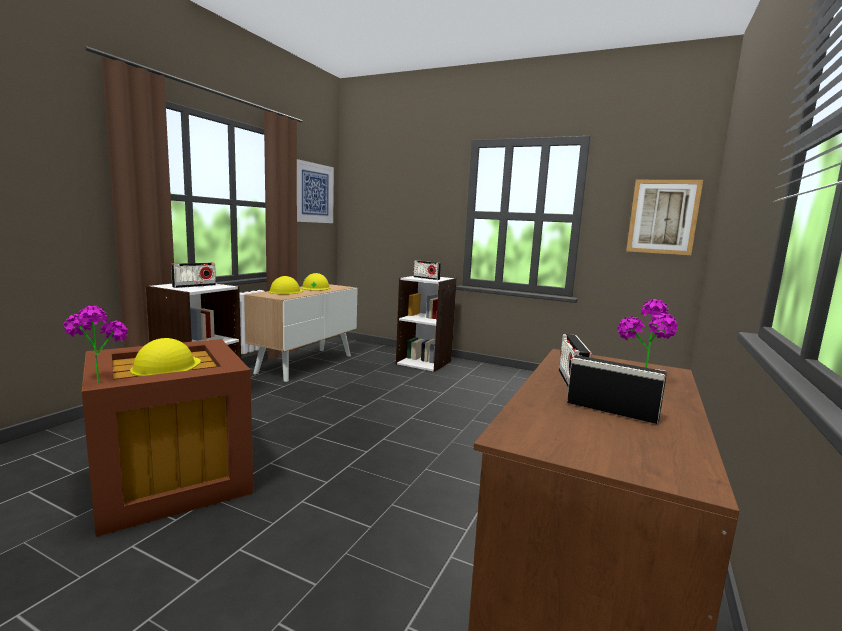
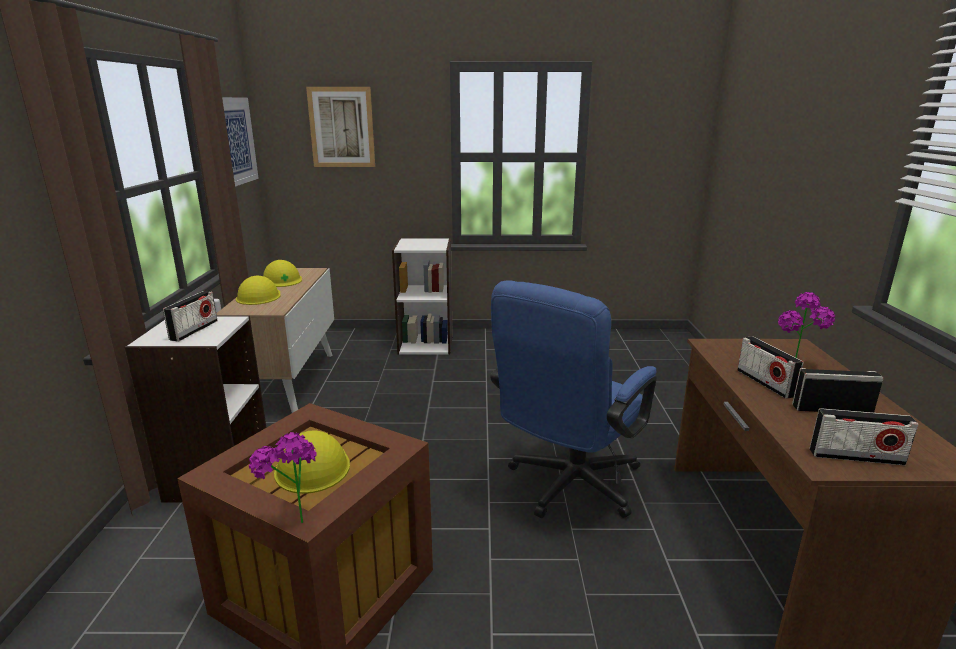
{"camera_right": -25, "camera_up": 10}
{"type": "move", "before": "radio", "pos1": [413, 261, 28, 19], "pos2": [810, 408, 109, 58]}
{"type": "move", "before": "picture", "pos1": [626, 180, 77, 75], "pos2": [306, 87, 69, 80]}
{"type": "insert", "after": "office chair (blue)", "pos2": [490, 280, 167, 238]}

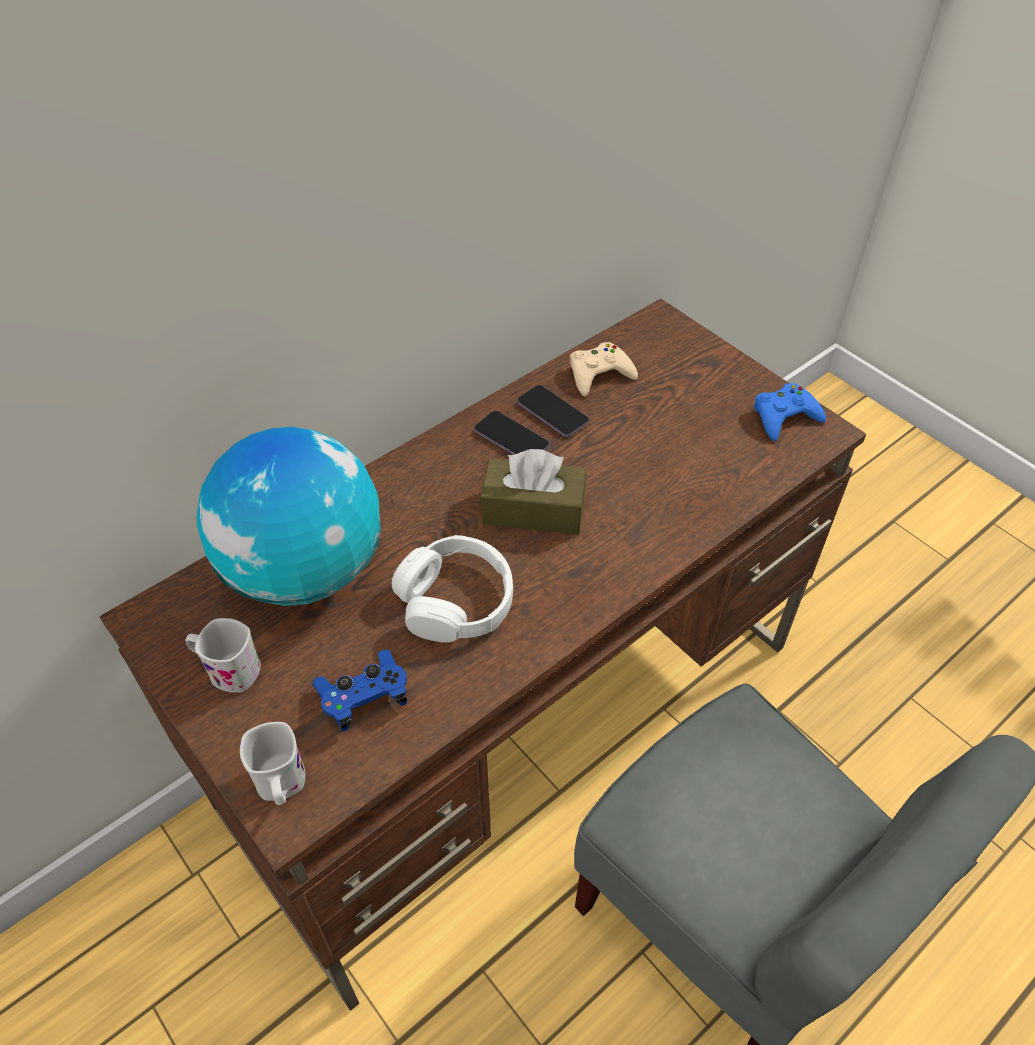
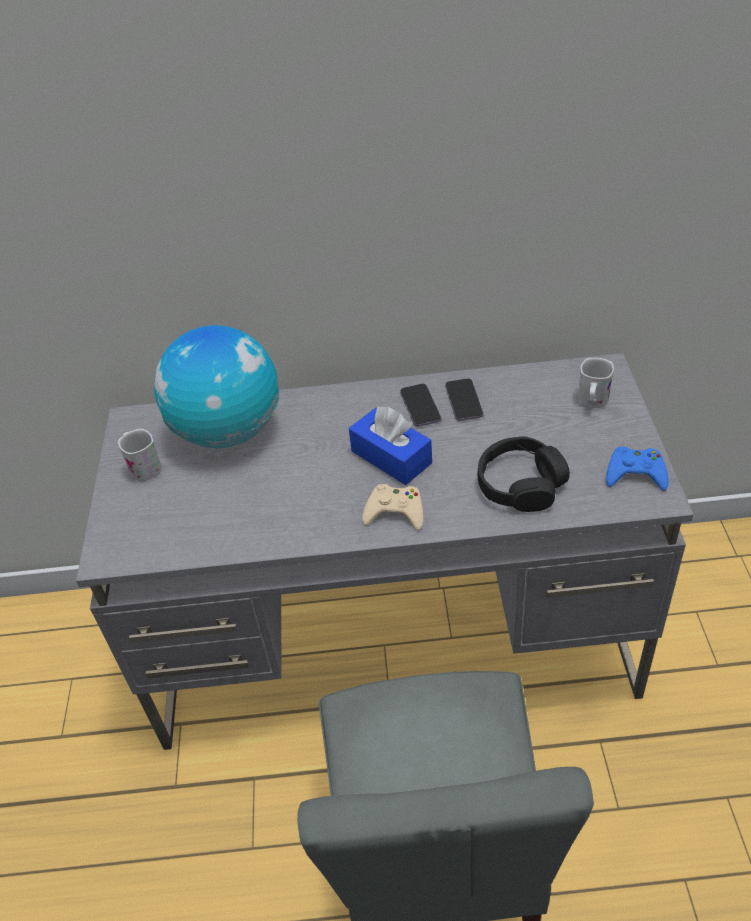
{"camera_right": 40, "camera_up": -5}
{"type": "recolor", "before": "desk (brown)", "after": "desk (grey)", "pos1": [100, 299, 766, 712], "pos2": [76, 353, 618, 397]}
{"type": "move", "before": "mug (white)", "pos1": [240, 722, 65, 83], "pos2": [578, 358, 36, 50]}
{"type": "delete", "before": "game controller (blue)", "pos1": [312, 649, 96, 82]}
{"type": "delete", "before": "headphones (white)", "pos1": [392, 535, 121, 108]}
{"type": "recolor", "before": "tissue box (brown)", "after": "tissue box (blue)", "pos1": [481, 449, 105, 86], "pos2": [349, 406, 83, 79]}
{"type": "move", "before": "game controller (beige)", "pos1": [570, 342, 68, 54], "pos2": [362, 484, 61, 47]}
{"type": "insert", "after": "headphones (black)", "pos2": [477, 436, 93, 76]}

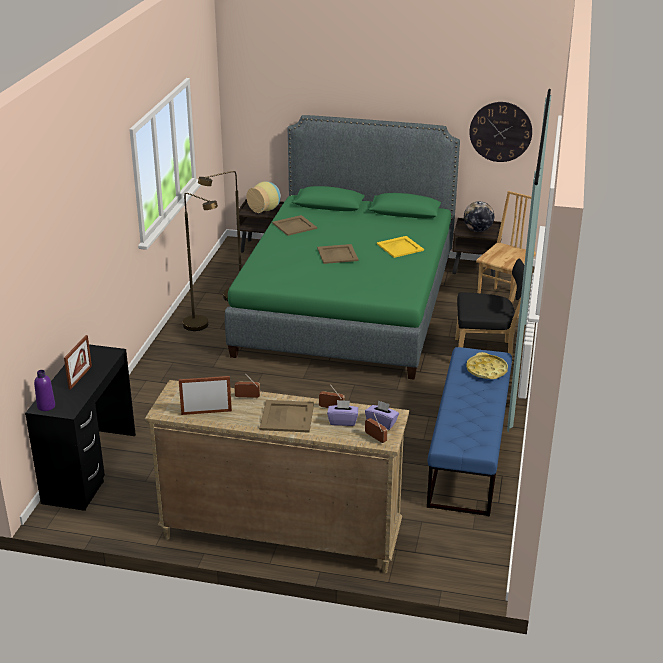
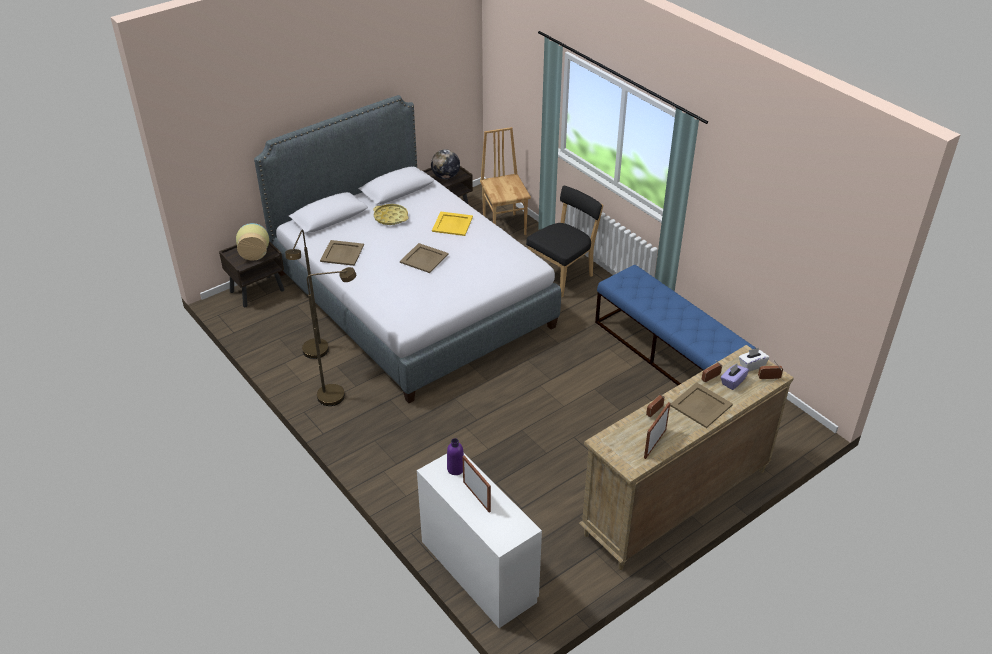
{"camera_right": -50, "camera_up": 10}
{"type": "recolor", "before": "desk (black)", "after": "desk (white)", "pos1": [25, 344, 111, 167], "pos2": [417, 454, 125, 174]}
{"type": "move", "before": "bottle (purple)", "pos1": [34, 370, 21, 41], "pos2": [447, 438, 17, 37]}
{"type": "recolor", "before": "bed (green)", "after": "bed (grey)", "pos1": [225, 115, 235, 265], "pos2": [254, 95, 307, 308]}
{"type": "recolor", "before": "tissue box (purple)", "after": "tissue box (white)", "pos1": [365, 400, 34, 30], "pos2": [739, 348, 30, 24]}
{"type": "move", "before": "tray (yellow)", "pos1": [466, 352, 42, 27], "pos2": [373, 204, 36, 21]}
{"type": "delete", "before": "wall clock", "pos1": [469, 102, 63, 60]}

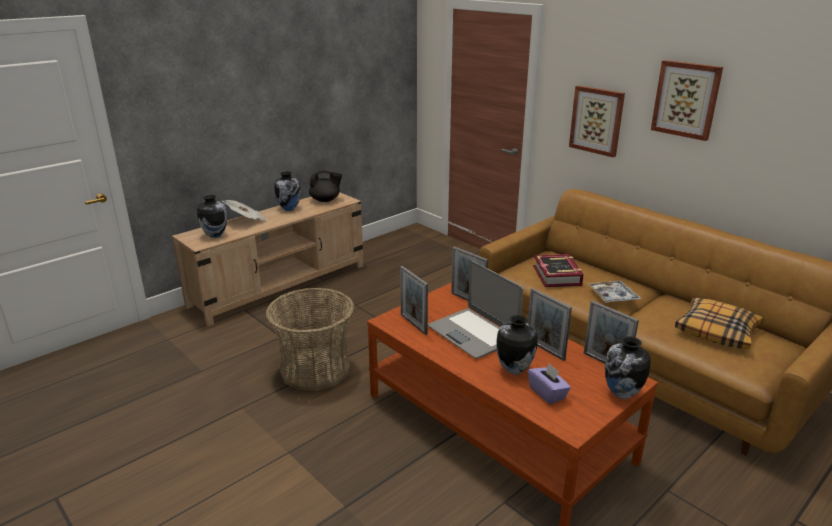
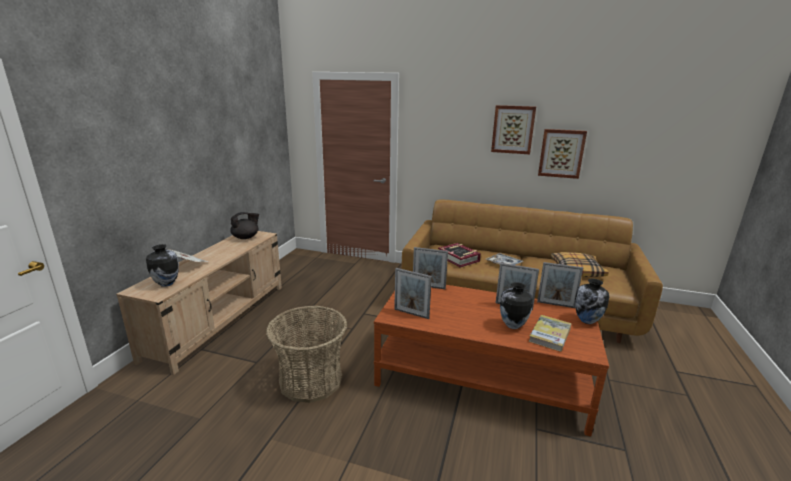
{"camera_right": -30, "camera_up": -5}
{"type": "delete", "before": "vase", "pos1": [274, 171, 27, 40]}
{"type": "delete", "before": "laptop", "pos1": [428, 261, 95, 98]}
{"type": "replace", "before": "tissue box (purple)", "after": "book", "pos1": [528, 363, 43, 41], "pos2": [529, 315, 42, 37]}
{"type": "move", "before": "picture", "pos1": [569, 85, 56, 72], "pos2": [538, 129, 49, 50]}

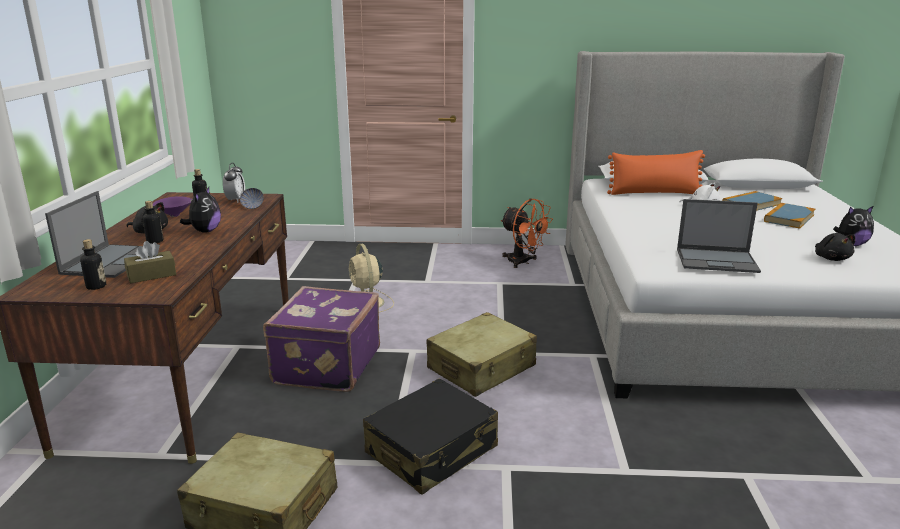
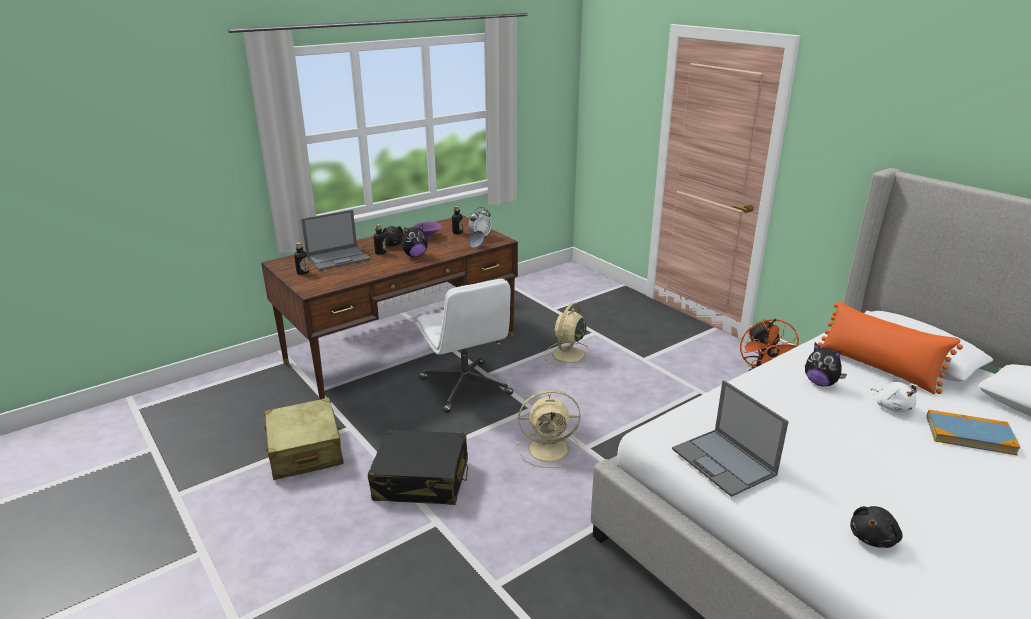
{"camera_right": 50, "camera_up": 5}
{"type": "delete", "before": "tissue box (brown)", "pos1": [124, 241, 52, 42]}
{"type": "replace", "before": "suitcase (purple)", "after": "office chair (white)", "pos1": [263, 286, 117, 106], "pos2": [416, 279, 97, 134]}
{"type": "replace", "before": "suitcase (beige)", "after": "fan (beige)", "pos1": [427, 312, 110, 85], "pos2": [516, 390, 65, 78]}
{"type": "delete", "before": "book", "pos1": [764, 203, 51, 26]}
{"type": "move", "before": "plush toy", "pos1": [833, 206, 41, 40], "pos2": [805, 343, 42, 43]}

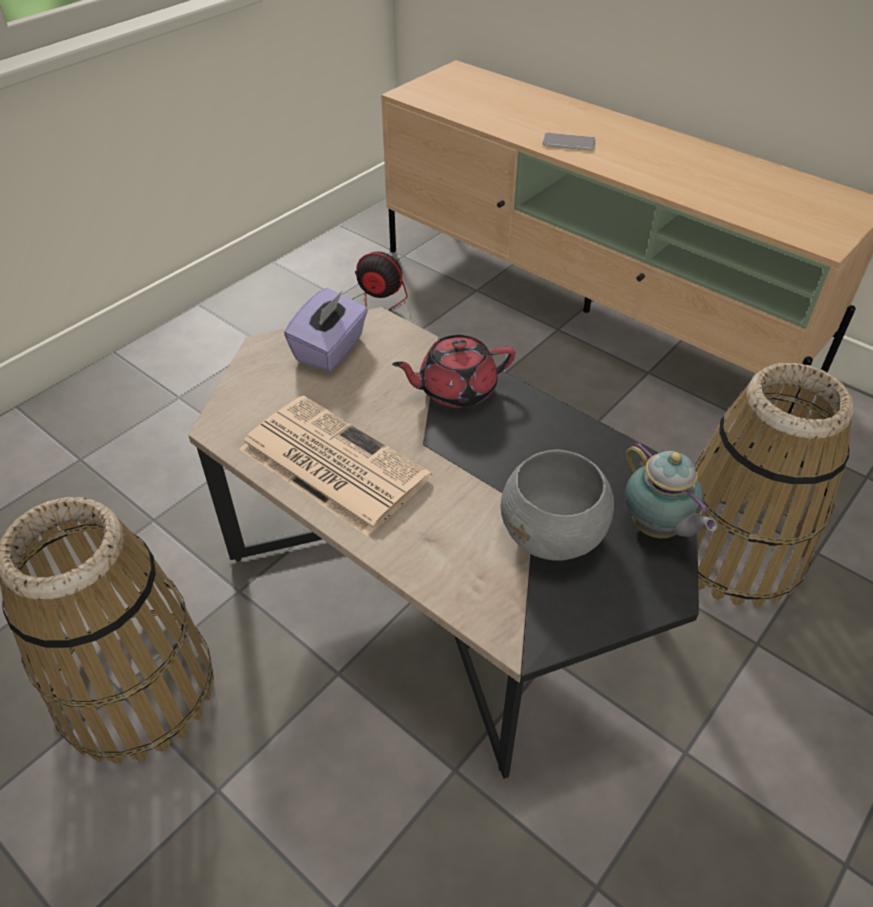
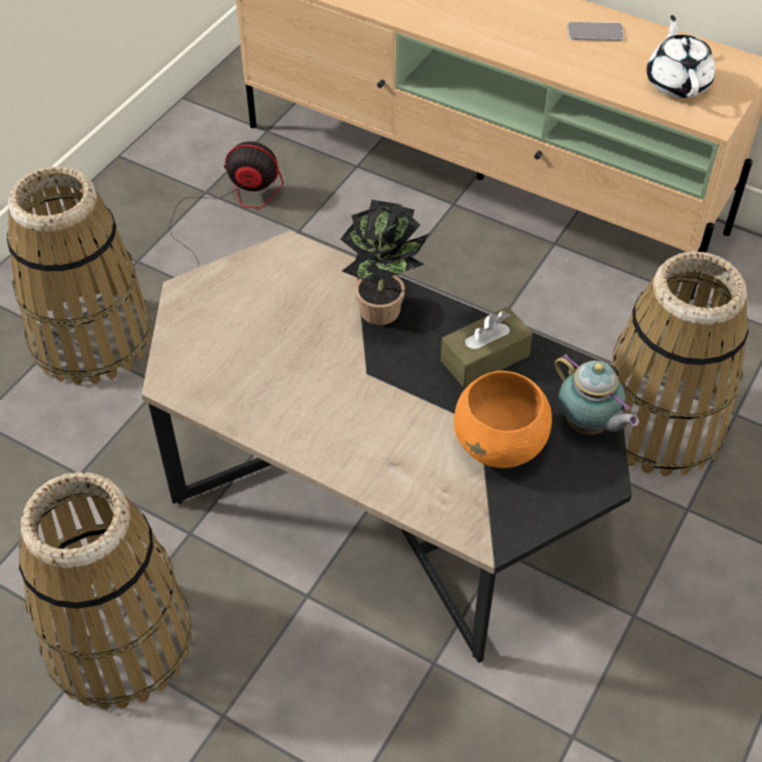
{"camera_right": -10, "camera_up": 5}
{"type": "delete", "before": "newspaper", "pos1": [239, 396, 193, 141]}
{"type": "delete", "before": "tissue box (purple)", "pos1": [284, 288, 84, 83]}
{"type": "replace", "before": "teapot (red)", "after": "potted plant", "pos1": [392, 335, 123, 73], "pos2": [340, 200, 90, 125]}
{"type": "recolor", "before": "bowl (grey)", "after": "bowl (orange)", "pos1": [501, 450, 113, 111], "pos2": [454, 371, 98, 97]}
{"type": "move", "before": "phone", "pos1": [543, 133, 53, 17], "pos2": [567, 22, 57, 19]}
{"type": "insert", "after": "basket", "pos2": [7, 167, 145, 218]}
{"type": "insert", "after": "tissue box (brown)", "pos2": [441, 307, 92, 81]}
{"type": "insert", "after": "teapot (white)", "pos2": [647, 15, 68, 83]}

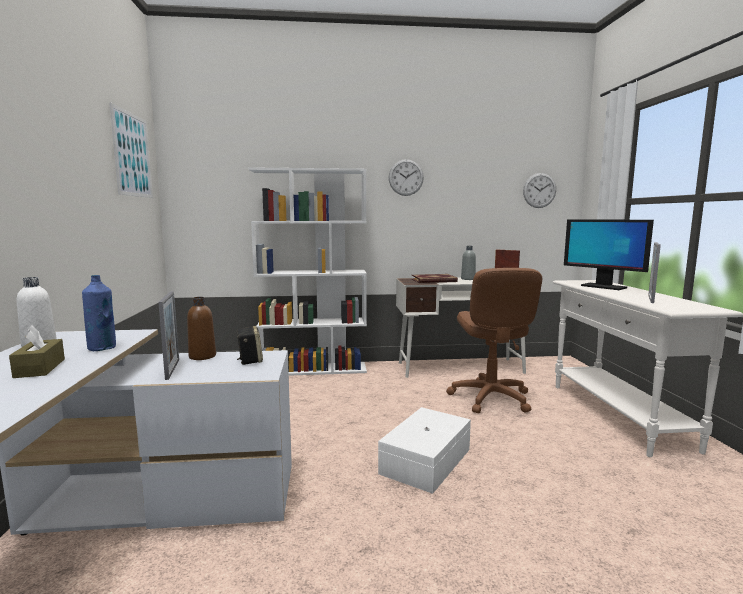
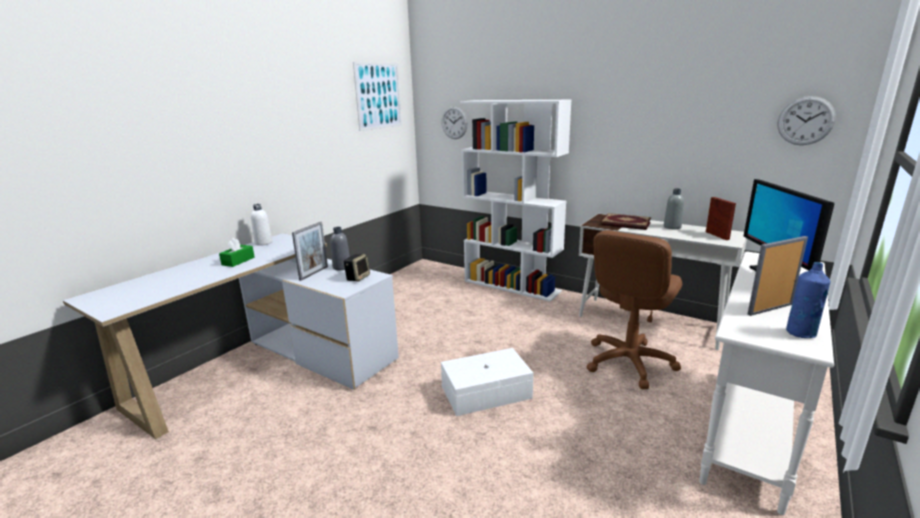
{"camera_right": 40, "camera_up": 10}
{"type": "recolor", "before": "tissue box (brown)", "after": "tissue box (green)", "pos1": [9, 325, 56, 53], "pos2": [219, 238, 36, 29]}
{"type": "move", "before": "bottle (blue)", "pos1": [82, 275, 34, 76], "pos2": [786, 262, 45, 76]}
{"type": "recolor", "before": "bottle (brown)", "after": "bottle (grey)", "pos1": [187, 297, 29, 63], "pos2": [330, 227, 20, 43]}
{"type": "move", "before": "wall clock", "pos1": [389, 159, 35, 37], "pos2": [441, 106, 27, 33]}

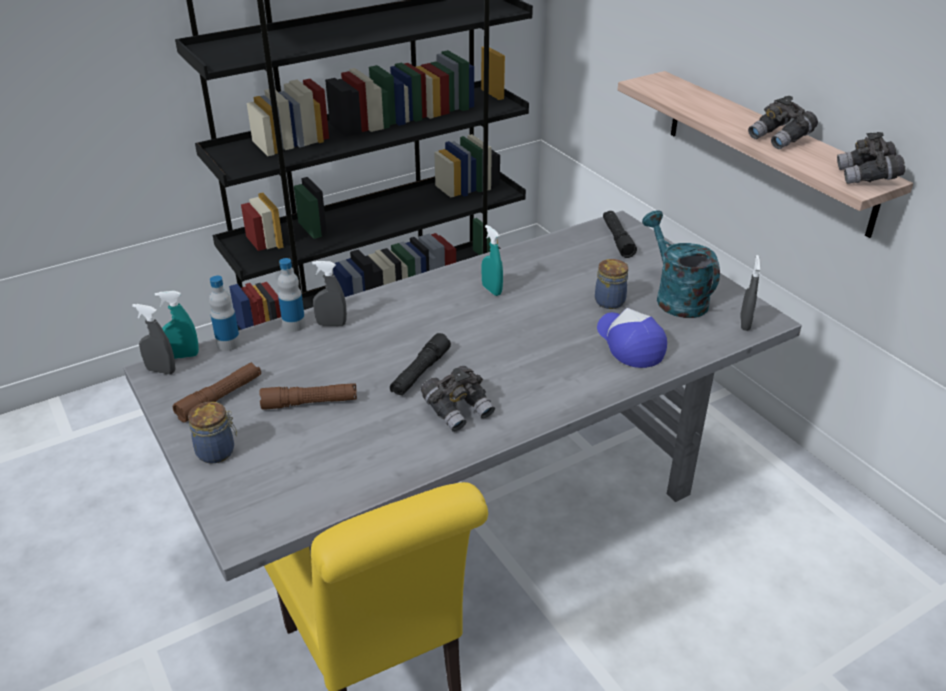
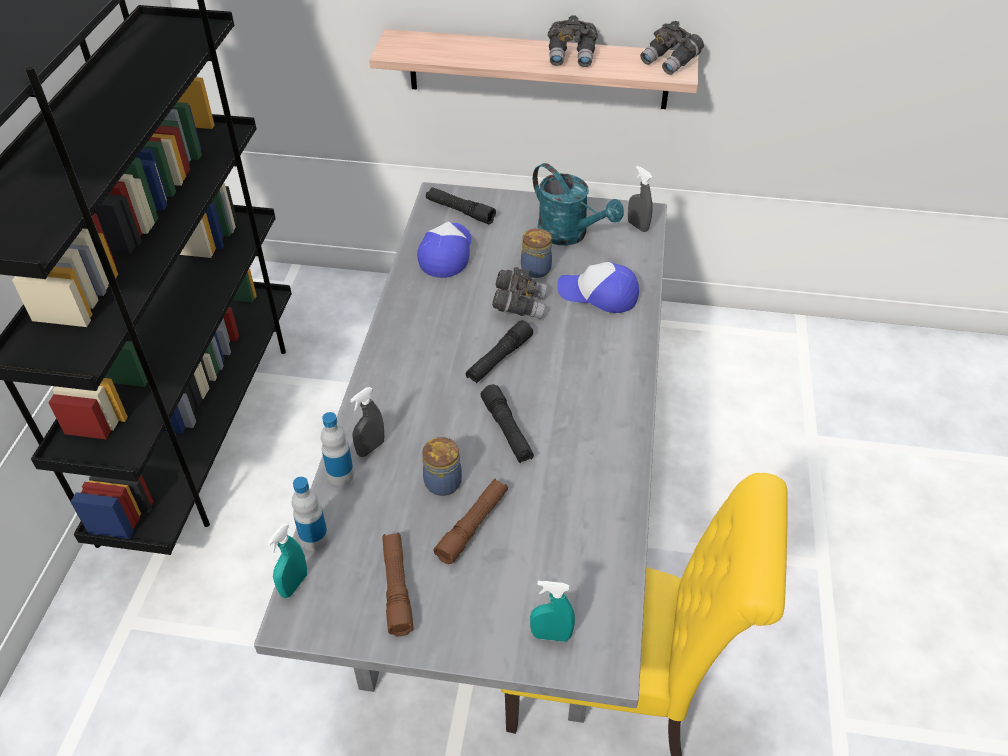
{"camera_right": -50, "camera_up": 10}
{"type": "delete", "before": "spray bottle (grey)", "pos1": [132, 304, 44, 70]}
{"type": "move", "before": "jar", "pos1": [188, 402, 49, 61], "pos2": [422, 437, 40, 59]}
{"type": "move", "before": "binoculars (grey)", "pos1": [421, 366, 74, 66], "pos2": [492, 267, 55, 52]}
{"type": "move", "before": "spray bottle (turquoise)", "pos1": [481, 225, 22, 71], "pos2": [530, 581, 45, 61]}
{"type": "rotate", "before": "watering can (turquoise)", "pos1": [642, 210, 78, 108], "pos2": [533, 163, 91, 82], "turn": -150}
{"type": "insert", "after": "cap", "pos2": [417, 222, 55, 56]}
{"type": "insert", "after": "flashlight (black)", "pos2": [466, 320, 67, 63]}

